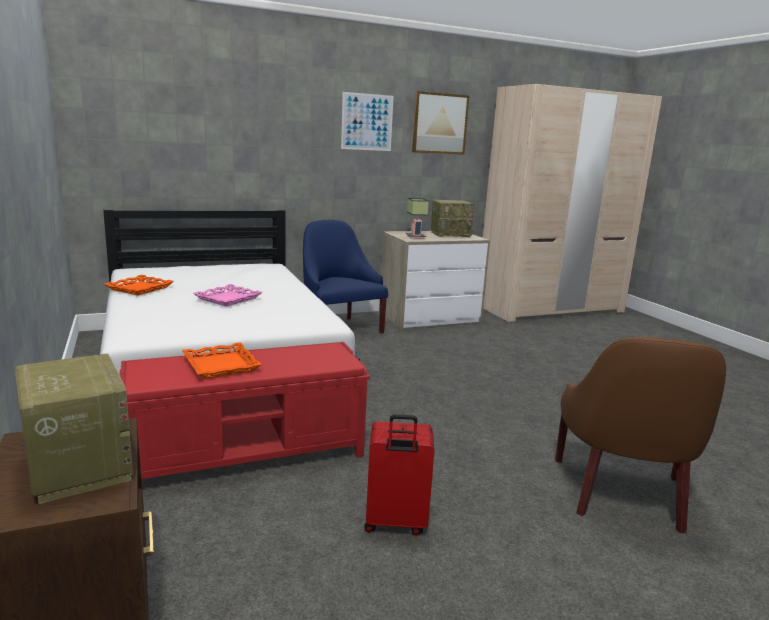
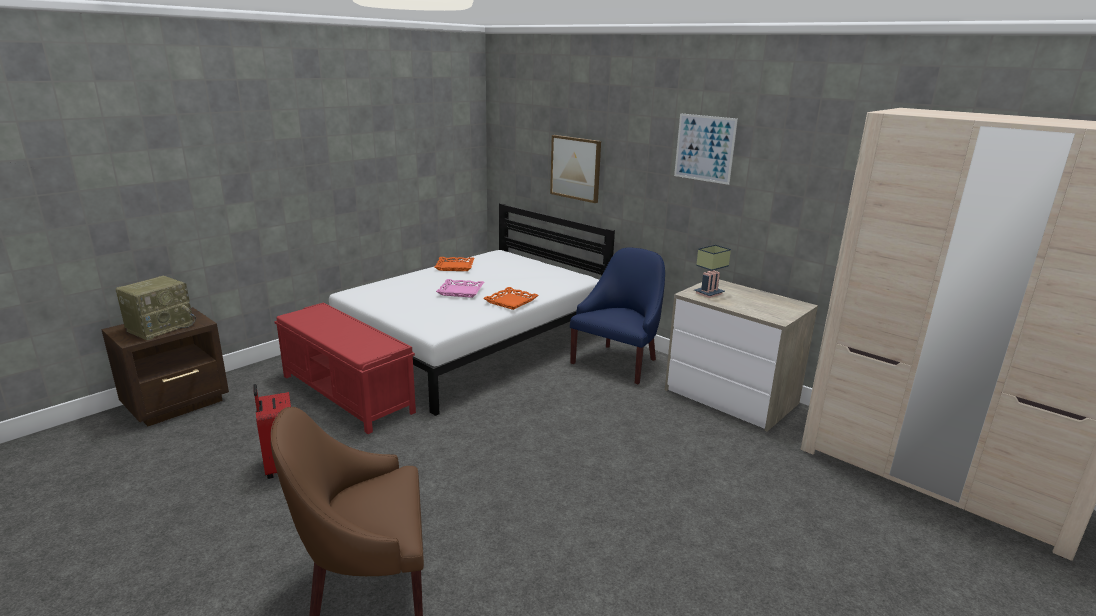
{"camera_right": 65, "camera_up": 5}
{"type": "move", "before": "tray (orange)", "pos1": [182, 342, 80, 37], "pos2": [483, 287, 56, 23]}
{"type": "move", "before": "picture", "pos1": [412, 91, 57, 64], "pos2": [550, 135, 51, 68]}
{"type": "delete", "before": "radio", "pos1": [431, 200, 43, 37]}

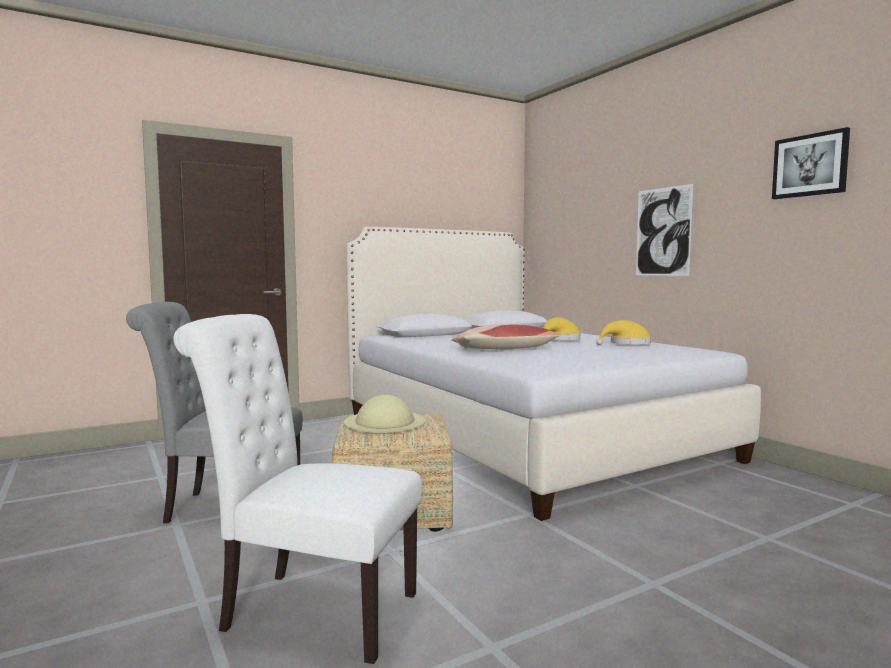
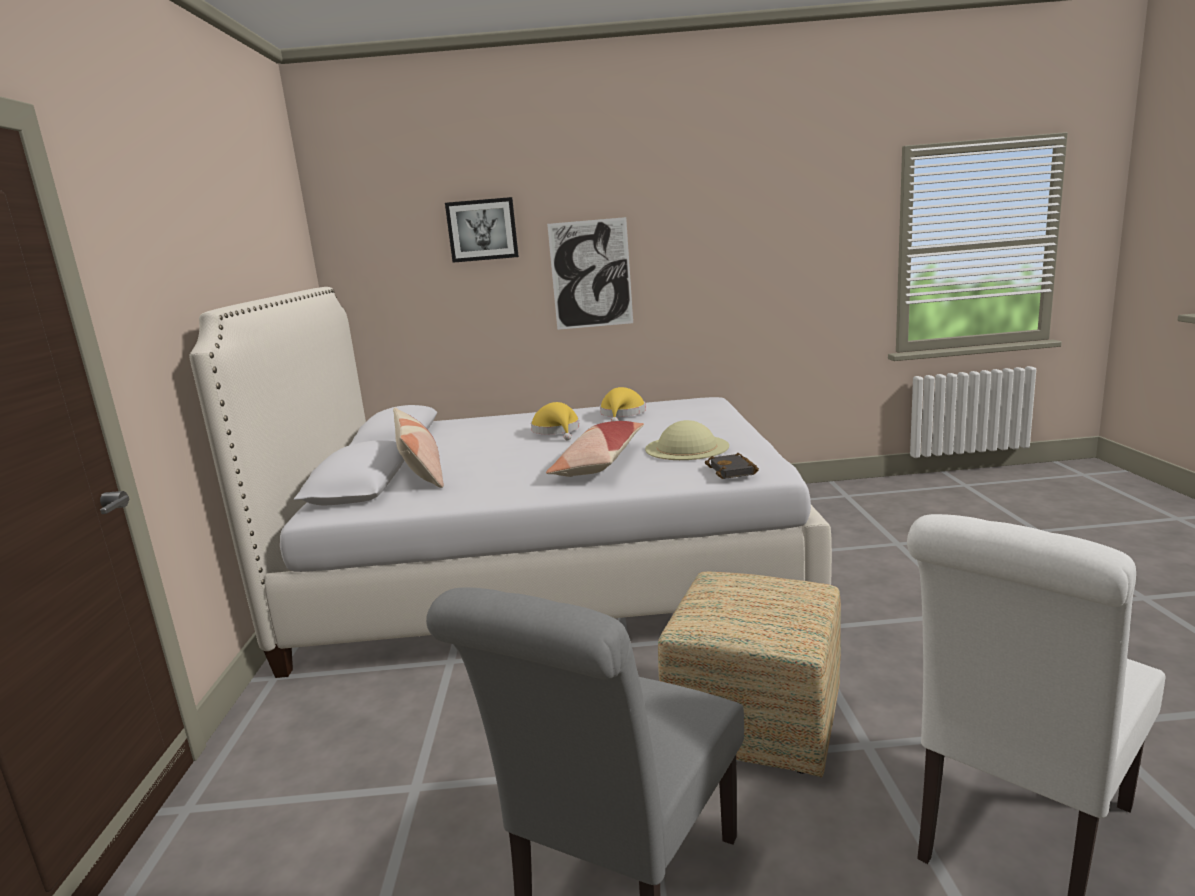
{"camera_right": -60, "camera_up": 10}
{"type": "move", "before": "hat (beige)", "pos1": [344, 395, 82, 38], "pos2": [645, 420, 84, 40]}
{"type": "move", "before": "picture", "pos1": [772, 127, 78, 72], "pos2": [445, 197, 74, 66]}
{"type": "insert", "after": "pillow", "pos2": [393, 408, 51, 80]}
{"type": "insert", "after": "book (black)", "pos2": [705, 453, 54, 26]}

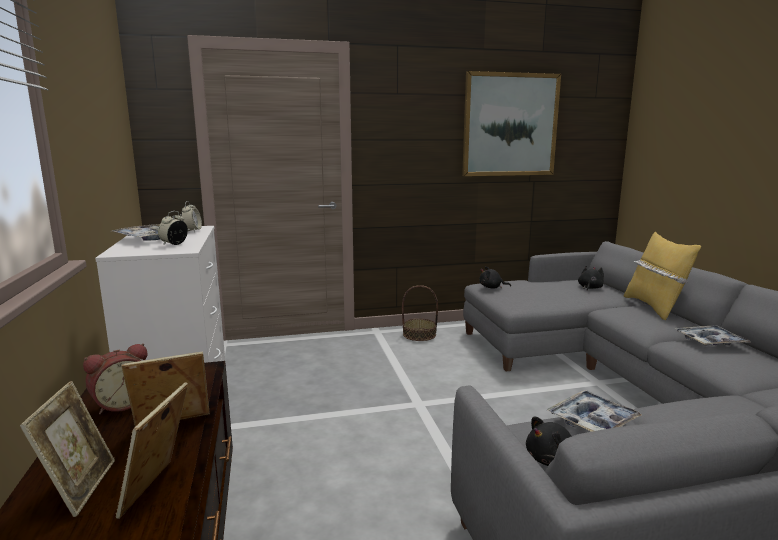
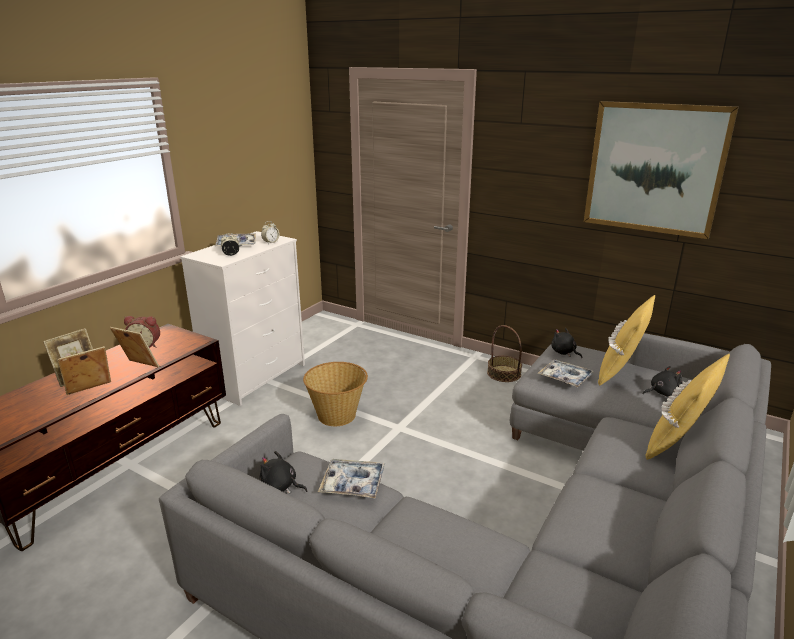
{"camera_right": 45, "camera_up": 10}
{"type": "move", "before": "tray", "pos1": [674, 326, 78, 20], "pos2": [538, 360, 57, 27]}
{"type": "insert", "after": "basket", "pos2": [303, 362, 65, 64]}
{"type": "insert", "after": "pillow (yellow)", "pos2": [598, 295, 57, 91]}

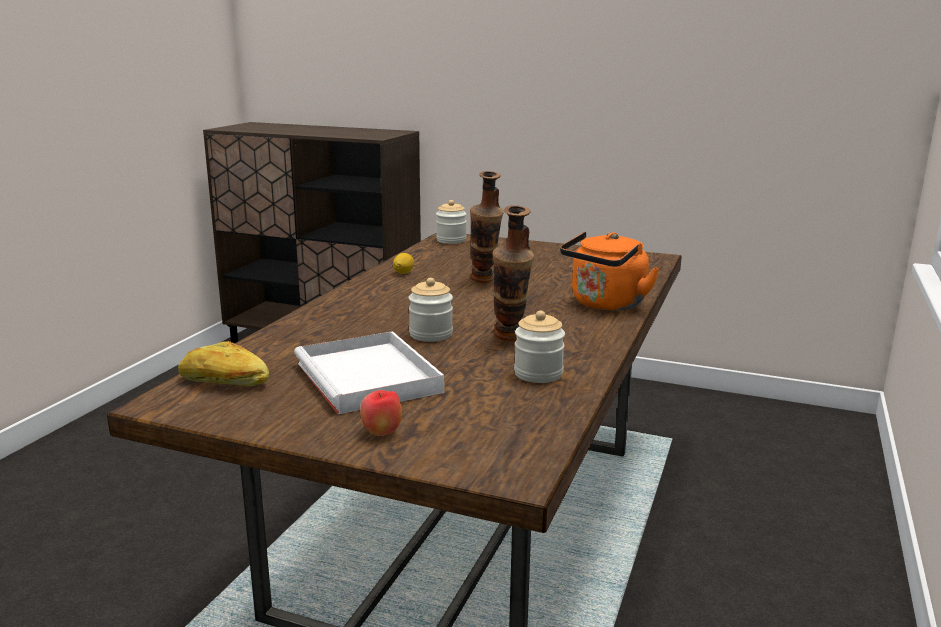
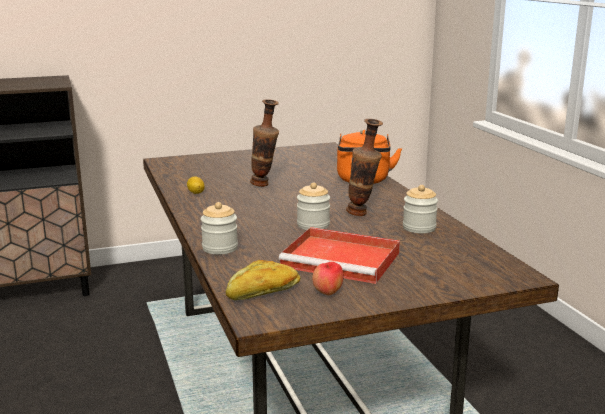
{"camera_right": -40, "camera_up": 0}
{"type": "recolor", "before": "tray (white)", "after": "tray (red)", "pos1": [294, 331, 150, 83], "pos2": [279, 227, 121, 57]}
{"type": "move", "before": "apple", "pos1": [360, 390, 42, 46], "pos2": [312, 261, 32, 34]}
{"type": "move", "before": "jar", "pos1": [436, 200, 30, 44], "pos2": [201, 202, 37, 53]}

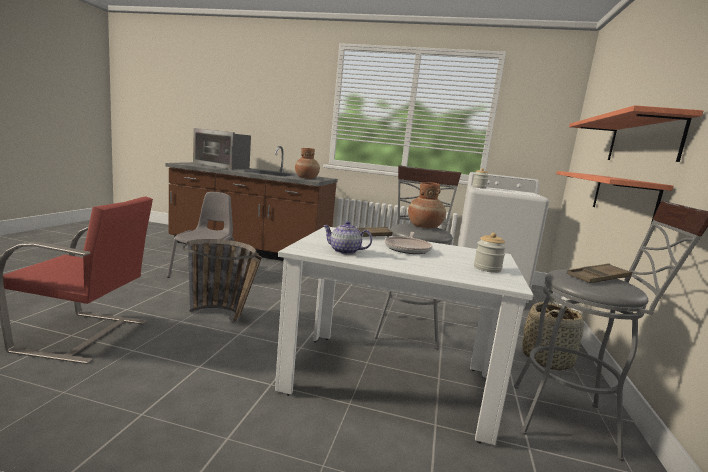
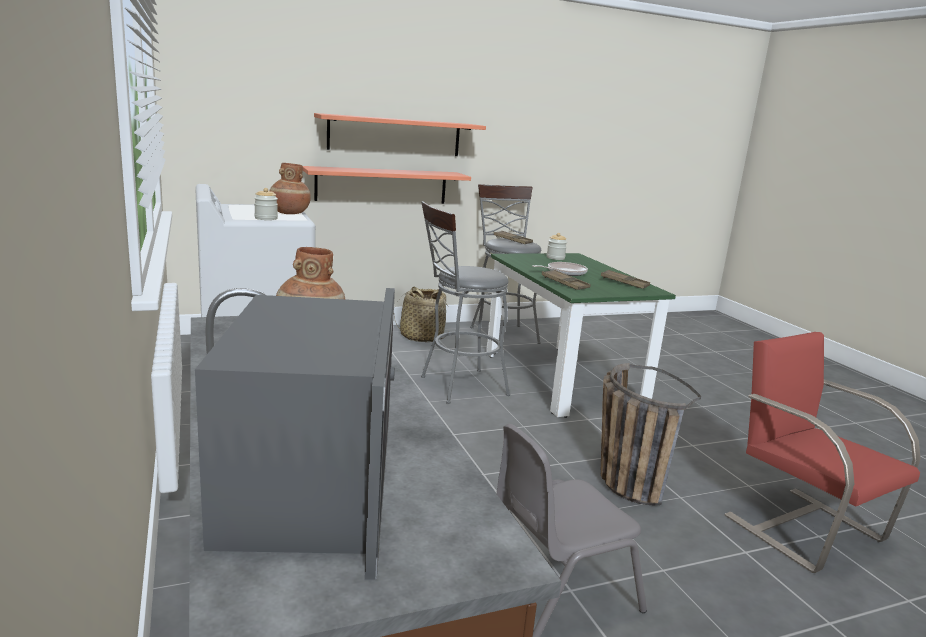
{"camera_right": -125, "camera_up": 5}
{"type": "recolor", "before": "dining table (white)", "after": "dining table (green)", "pos1": [275, 227, 259, 218], "pos2": [486, 253, 190, 165]}
{"type": "replace", "before": "teapot", "after": "tray (brown)", "pos1": [323, 221, 49, 34], "pos2": [601, 270, 49, 19]}
{"type": "move", "before": "vase (brown)", "pos1": [408, 182, 38, 46], "pos2": [269, 163, 42, 51]}

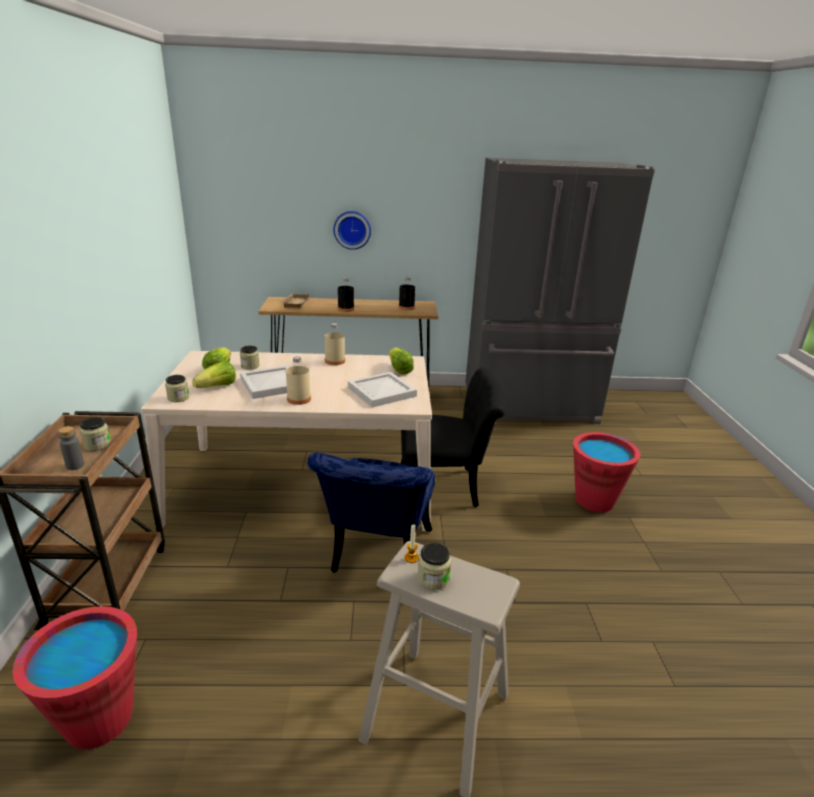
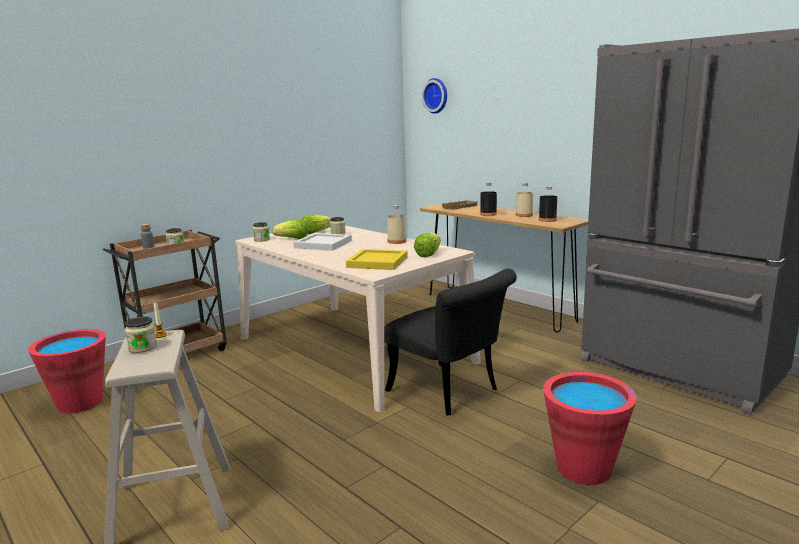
{"camera_right": 50, "camera_up": -10}
{"type": "move", "before": "bottle (beige)", "pos1": [286, 356, 25, 49], "pos2": [516, 183, 17, 34]}
{"type": "delete", "before": "chair (blue)", "pos1": [307, 452, 128, 121]}
{"type": "move", "before": "wall clock", "pos1": [333, 211, 38, 39], "pos2": [422, 78, 25, 36]}
{"type": "recolor", "before": "tray (white)", "after": "tray (yellow)", "pos1": [348, 372, 69, 35], "pos2": [346, 249, 62, 21]}

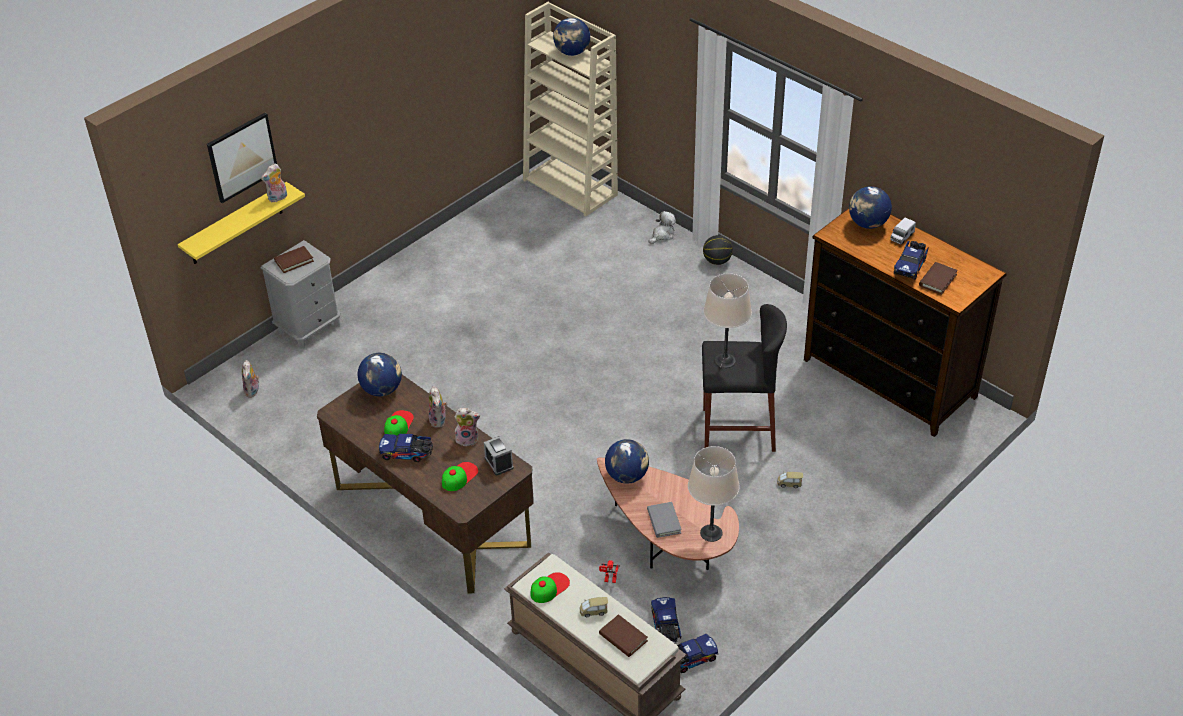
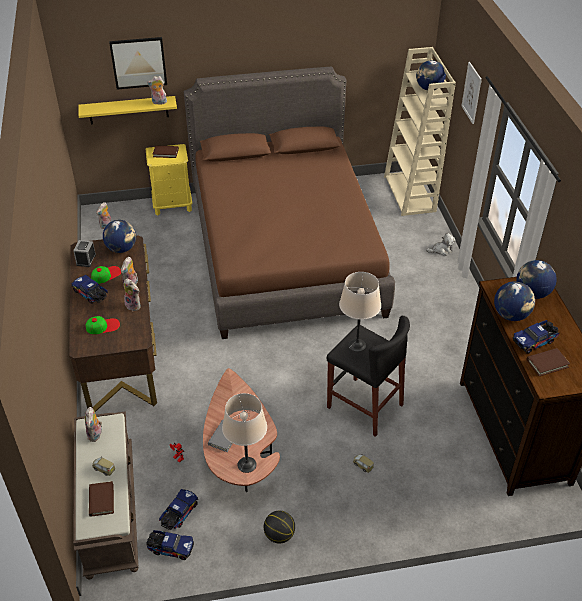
{"camera_right": 35, "camera_up": 0}
{"type": "recolor", "before": "nightstand (grey)", "after": "nightstand (yellow)", "pos1": [261, 240, 80, 109], "pos2": [146, 144, 47, 71]}
{"type": "move", "before": "alarm clock", "pos1": [484, 435, 30, 40], "pos2": [73, 240, 23, 27]}
{"type": "replace", "before": "cap", "after": "plush toy", "pos1": [531, 572, 39, 31], "pos2": [85, 407, 17, 35]}
{"type": "move", "before": "globe", "pos1": [605, 439, 44, 45], "pos2": [494, 281, 41, 40]}
{"type": "move", "before": "basketball", "pos1": [703, 235, 30, 30], "pos2": [264, 511, 31, 33]}
{"type": "delete", "before": "toy truck", "pos1": [890, 217, 26, 27]}
{"type": "insert", "after": "bed (brown)", "pos2": [184, 67, 211, 272]}
{"type": "insert", "after": "picture", "pos2": [461, 62, 21, 62]}

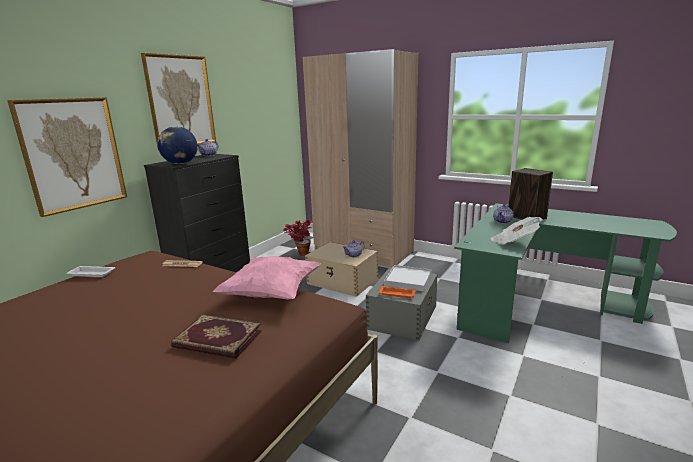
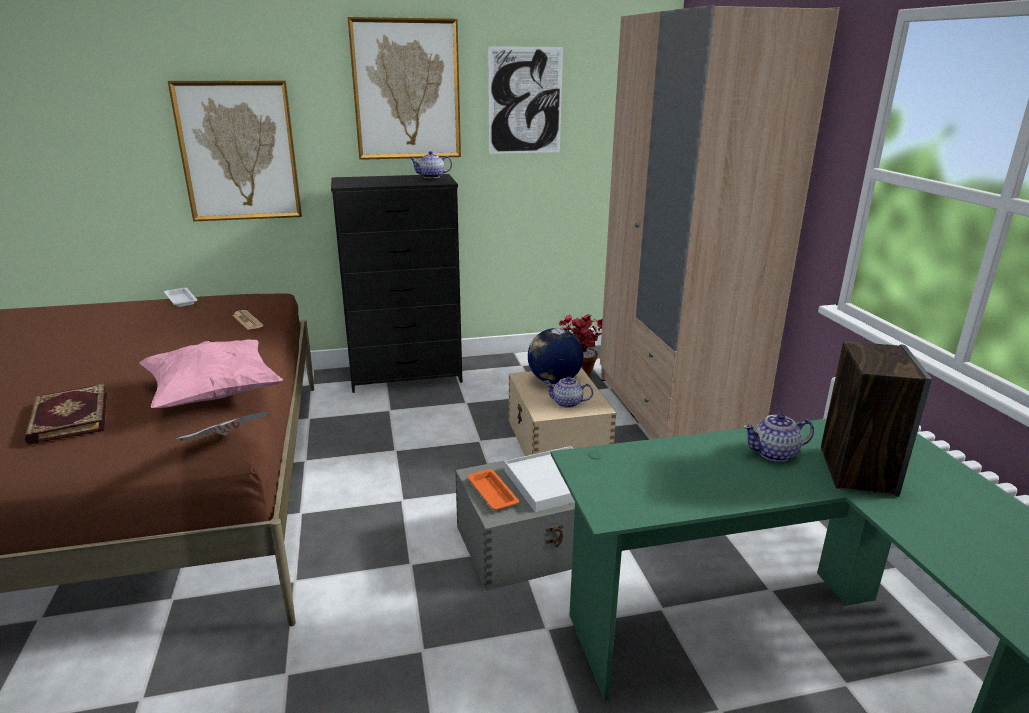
{"camera_right": 45, "camera_up": 5}
{"type": "move", "before": "globe", "pos1": [158, 126, 40, 38], "pos2": [528, 328, 56, 56]}
{"type": "move", "before": "newspaper", "pos1": [491, 217, 52, 28], "pos2": [176, 412, 94, 29]}
{"type": "insert", "after": "picture", "pos2": [488, 46, 75, 108]}

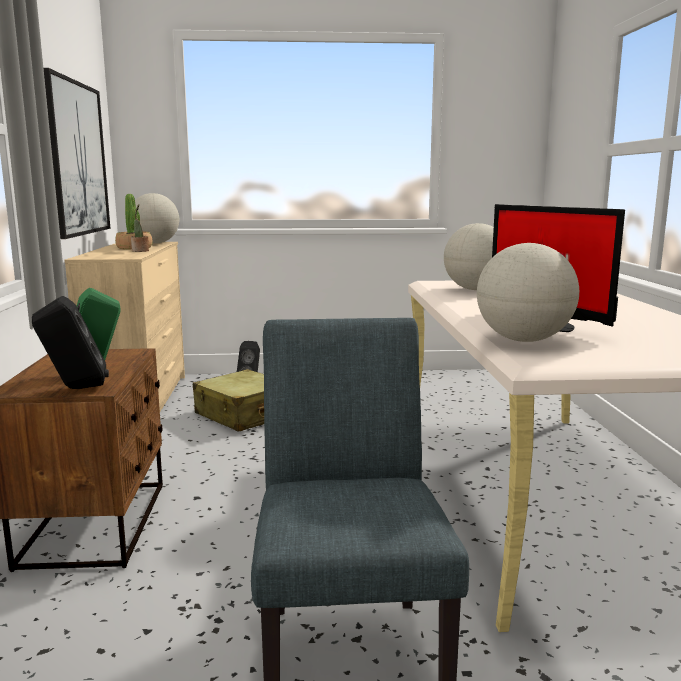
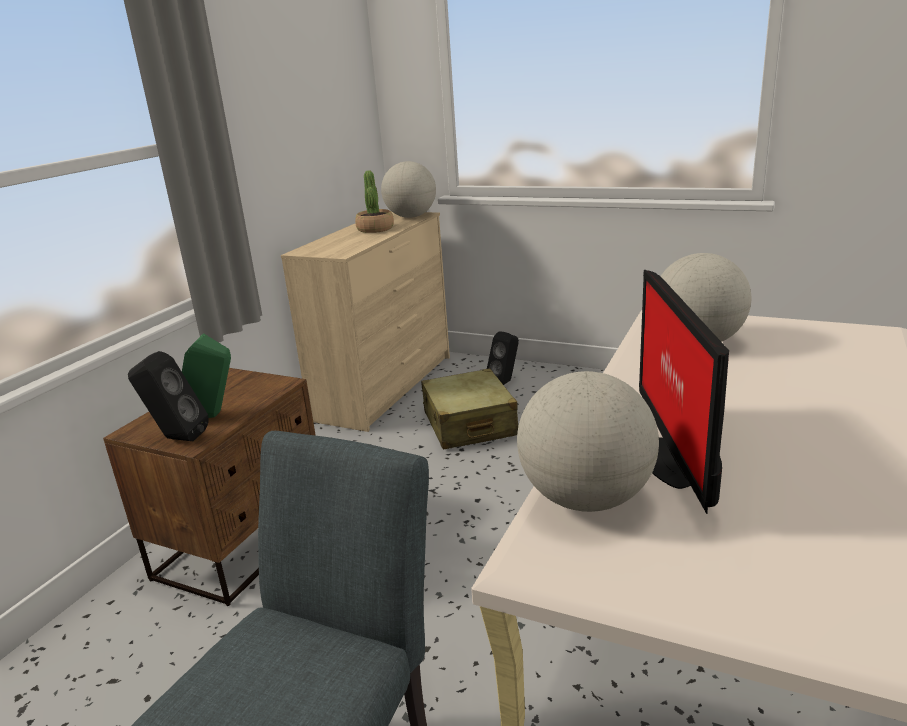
{"camera_right": 30, "camera_up": 10}
{"type": "delete", "before": "picture", "pos1": [44, 68, 66, 171]}
{"type": "delete", "before": "potted plant", "pos1": [131, 204, 18, 48]}

